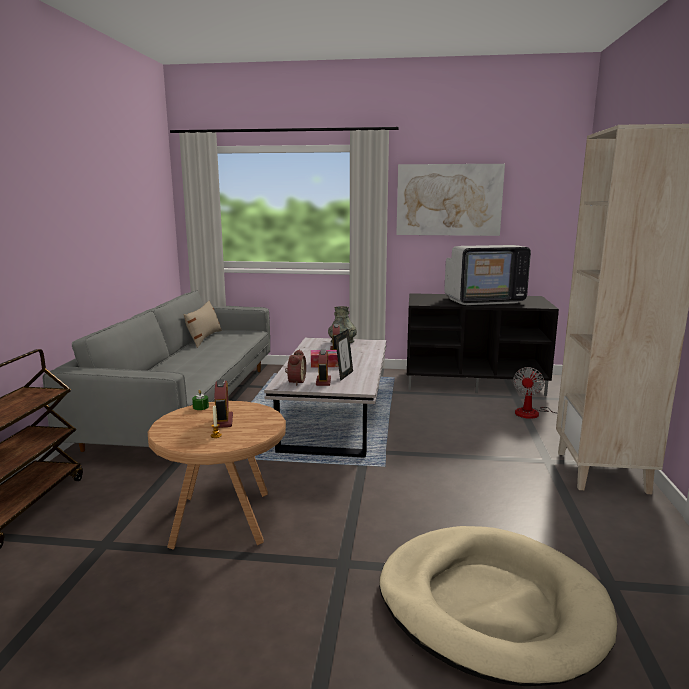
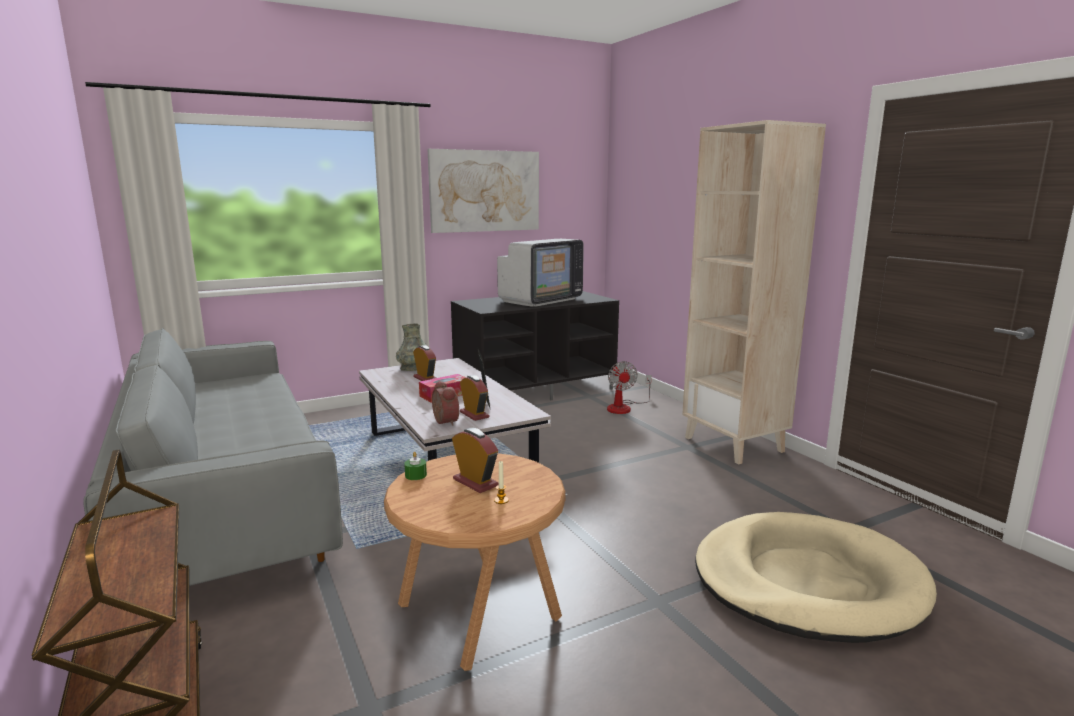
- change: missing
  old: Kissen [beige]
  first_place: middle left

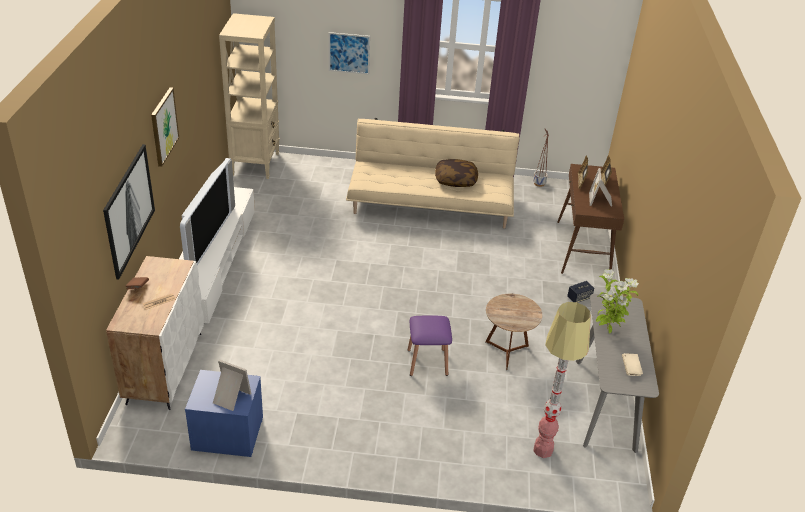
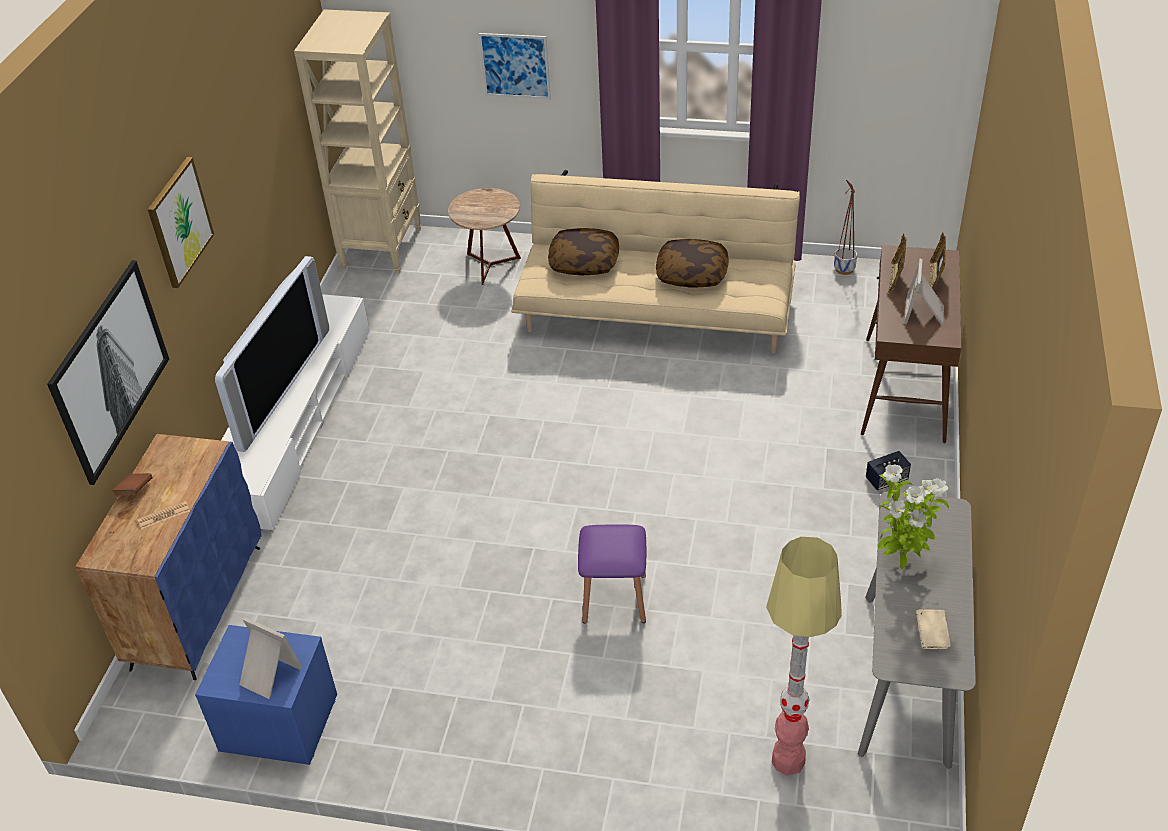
- change: colour
  old: Schrank [weiß]
  new: Schrank [blau]
  first_place: middle left
  second_place: bottom left
- change: relocated
  old: Beistelltisch [braun]
  first_place: centre
  second_place: top centre
- change: appeared
  new: Kissen (no. 1 from left)
  second_place: top centre

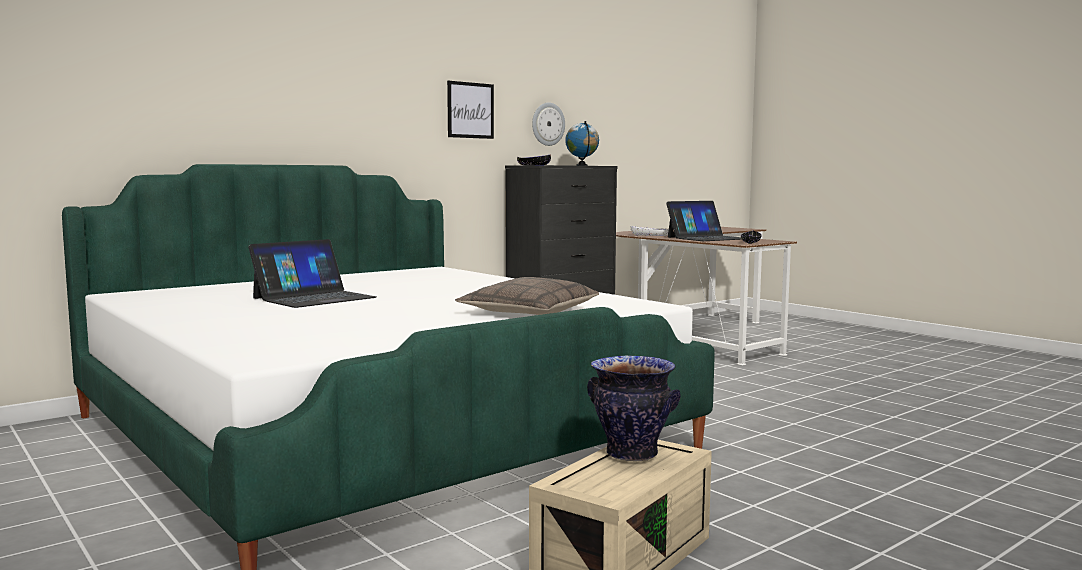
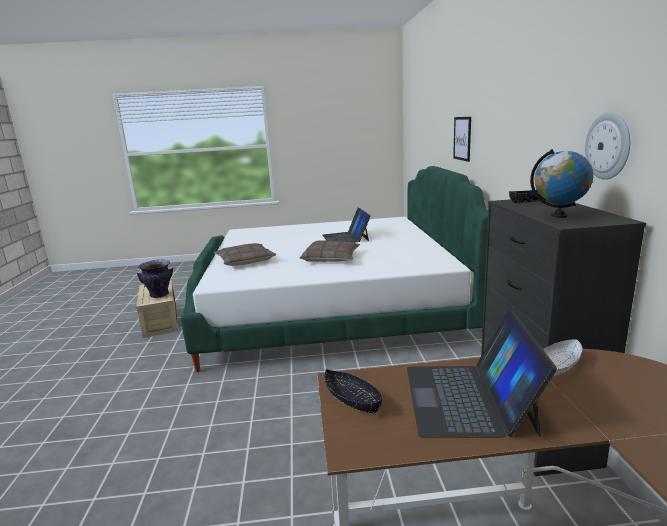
- change: appeared
  new: Kissen (no. 2 from left)
  second_place: centre
- change: relocated
  old: Bild
  first_place: top centre
  second_place: top right

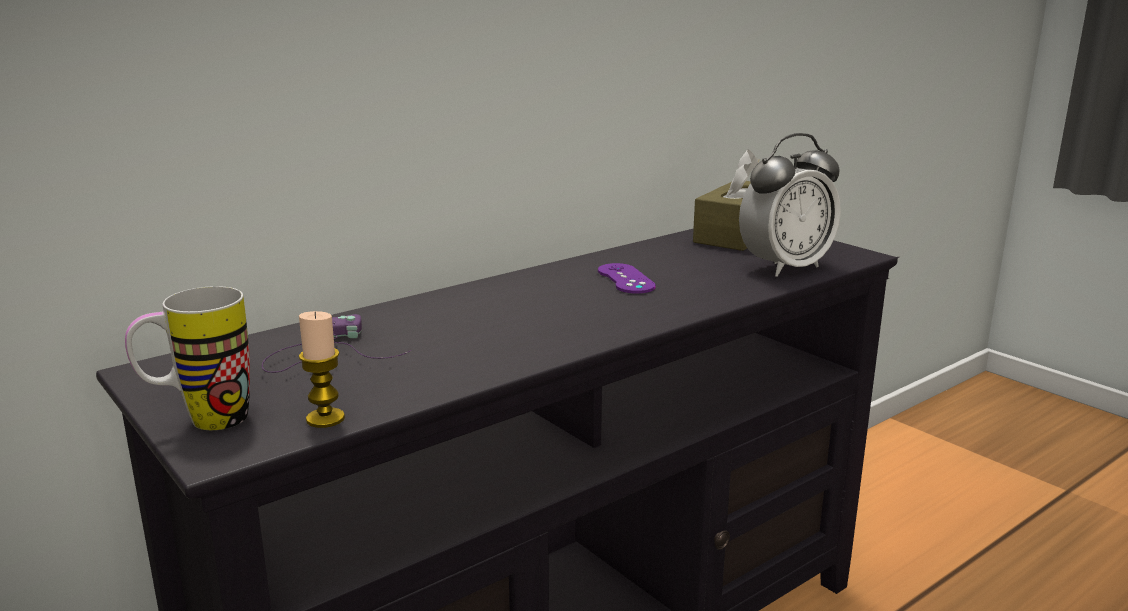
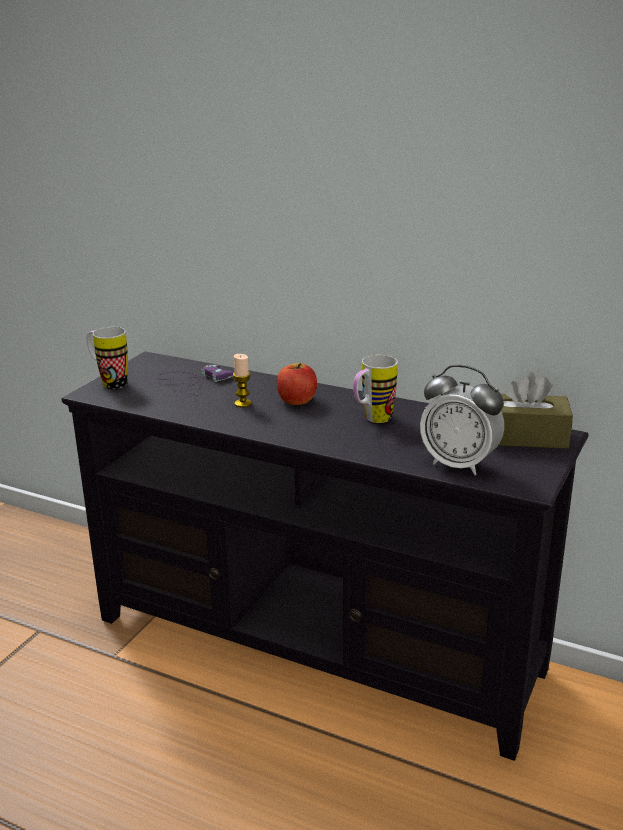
- change: relocated
  old: Kerze
  first_place: middle left
  second_place: centre
- change: appeared
  new: Apfel
  second_place: centre
- change: exchanged
  old: Gamepad [lila] (no. 2 from left)
  new: Henkelbecher (no. 2 from left)
  first_place: centre
  second_place: centre

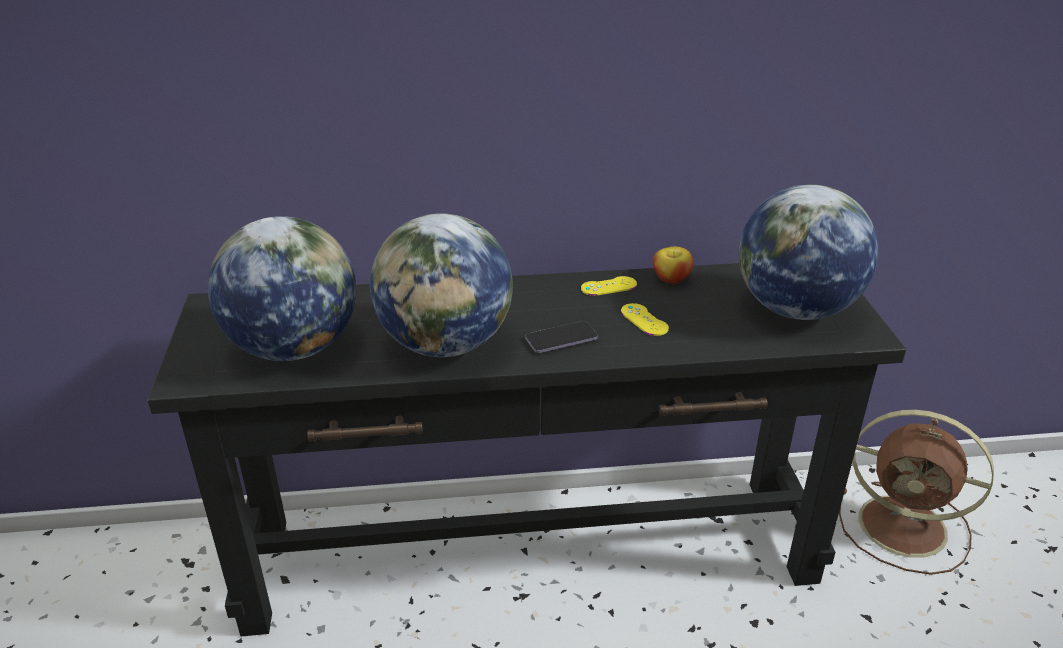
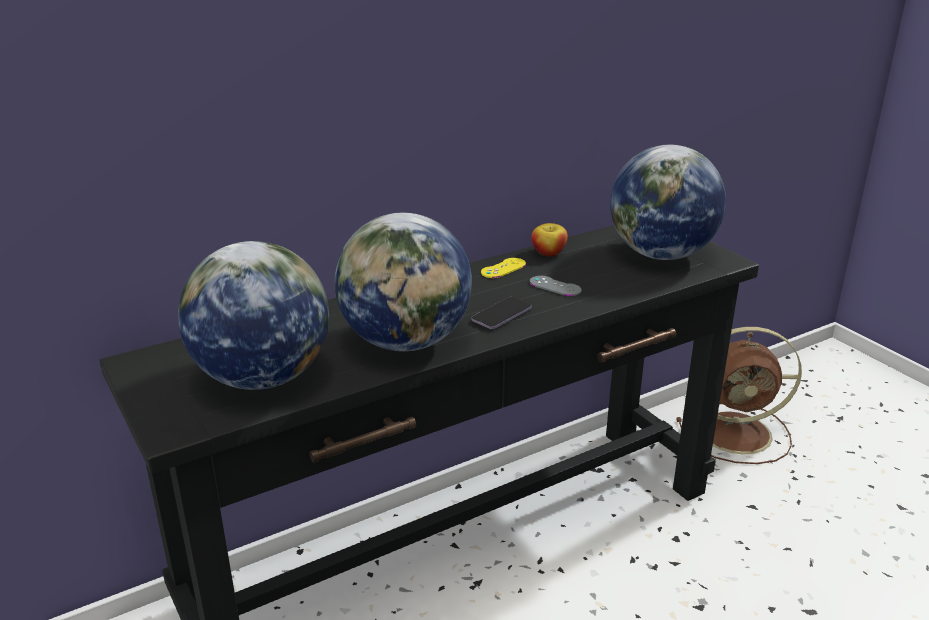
- change: colour
  old: Gamepad [gelb] (no. 2 from left)
  new: Gamepad [grau]
  first_place: centre
  second_place: centre

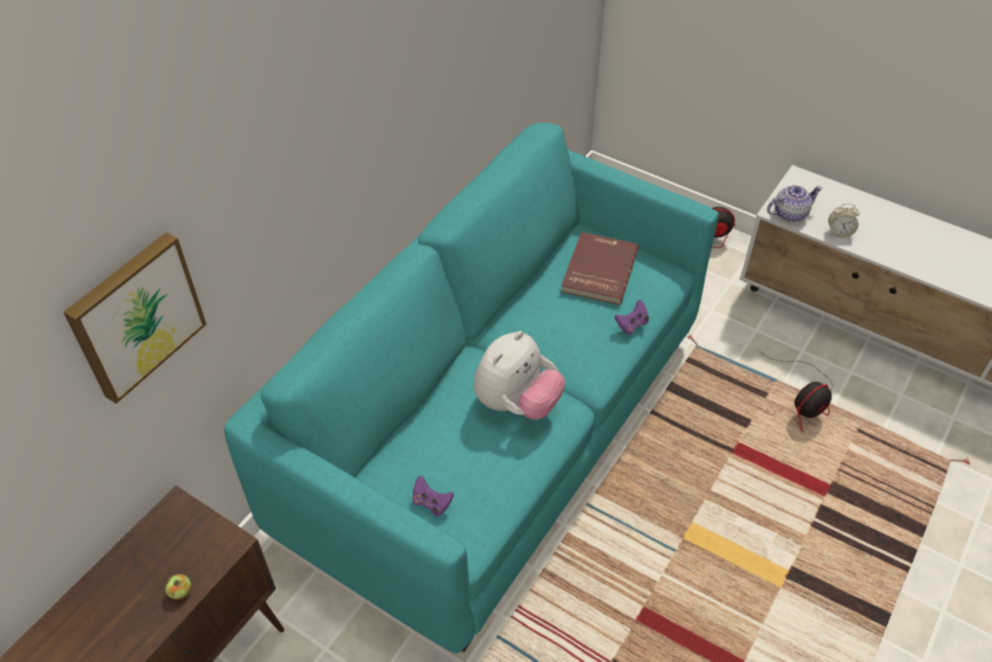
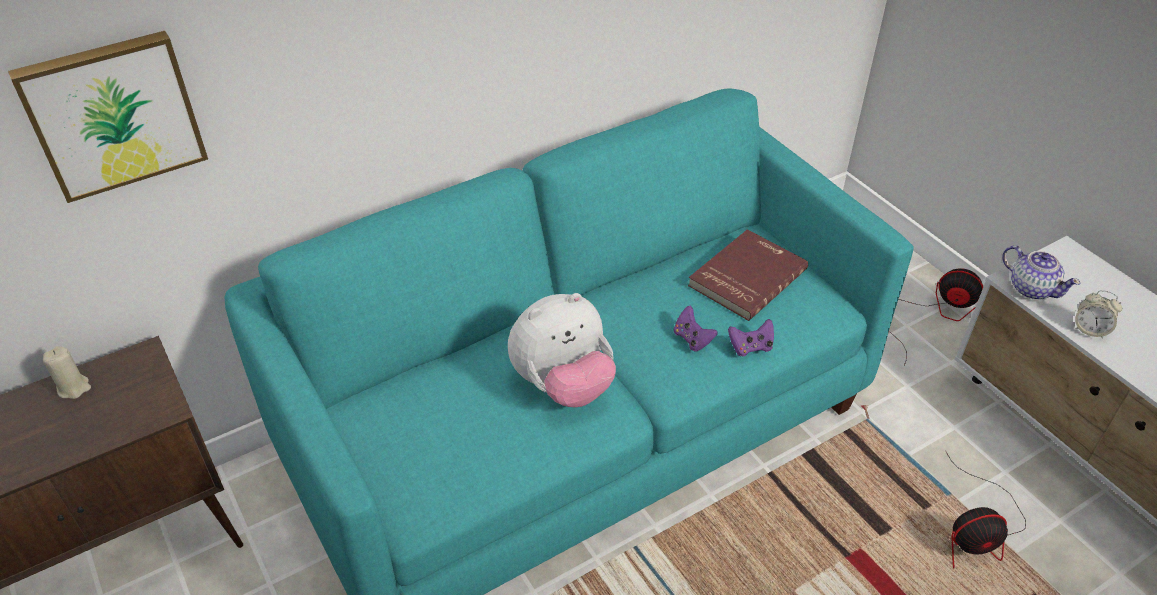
- change: appeared
  new: Kerze [beige]
  second_place: middle left
- change: relocated
  old: Gamepad [lila] (no. 1 from left)
  first_place: bottom centre
  second_place: centre
- change: spun
  old: Teekanne
  first_place: top right
  second_place: middle right
  degrees: 45
- change: missing
  old: Apfel
  first_place: bottom left

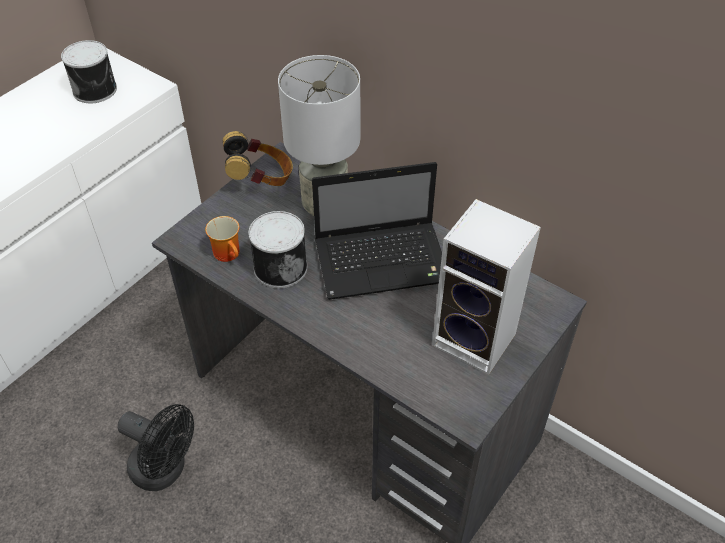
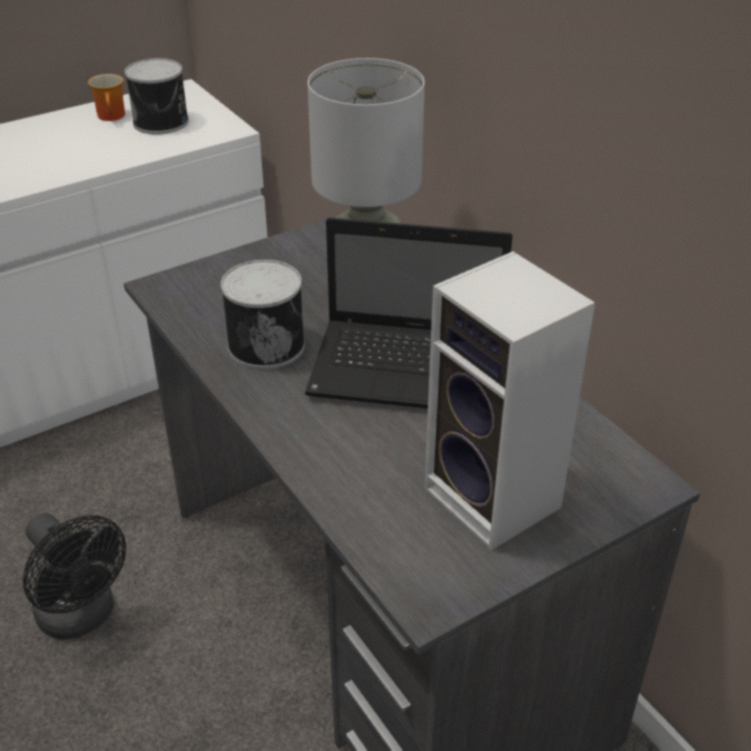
- change: relocated
  old: Henkelbecher
  first_place: middle left
  second_place: top left
- change: missing
  old: Kopfhörer
  first_place: top centre

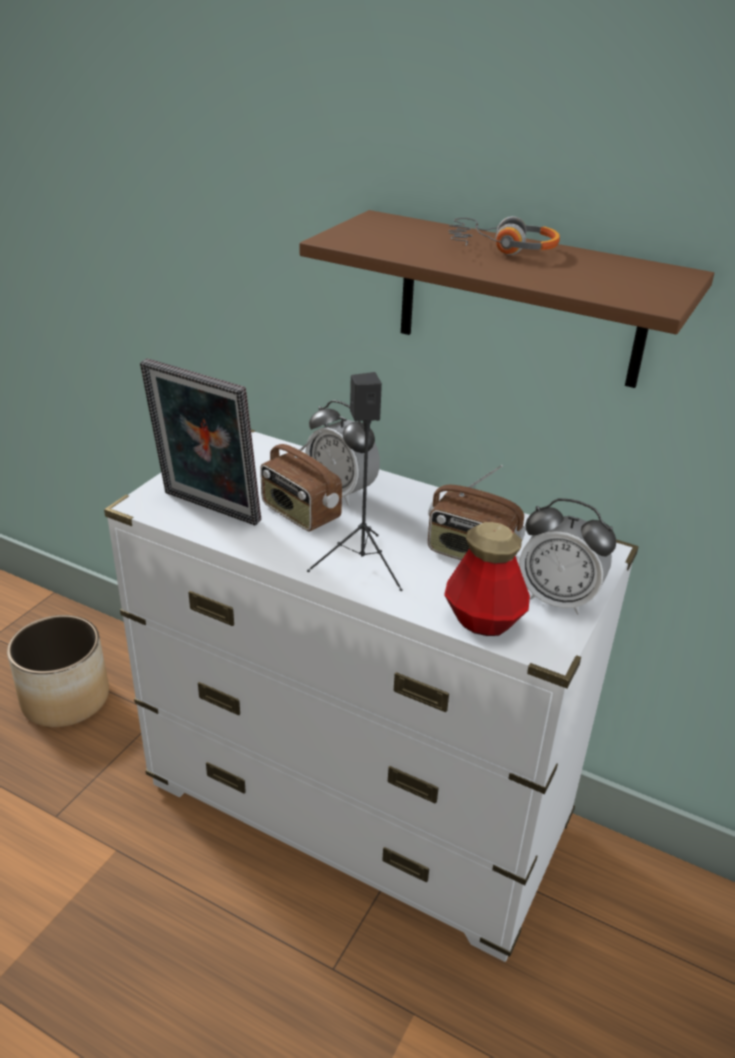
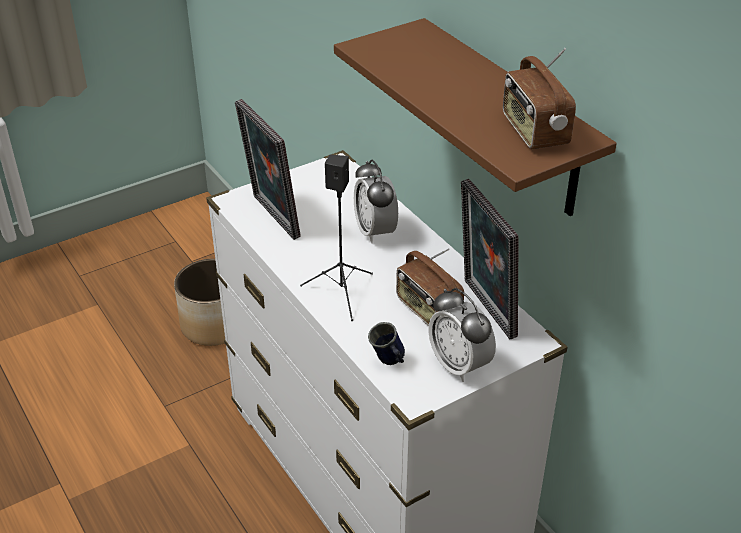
- change: exchanged
  old: Flasche
  new: Henkelbecher [blau]
  first_place: centre
  second_place: centre
- change: appeared
  new: Bilderrahmen (no. 2 from left)
  second_place: centre
- change: relocated
  old: Radio (no. 1 from left in the first image)
  new: Radio (no. 2 from left)
  first_place: centre
  second_place: top right
- change: missing
  old: Kopfhörer
  first_place: top right

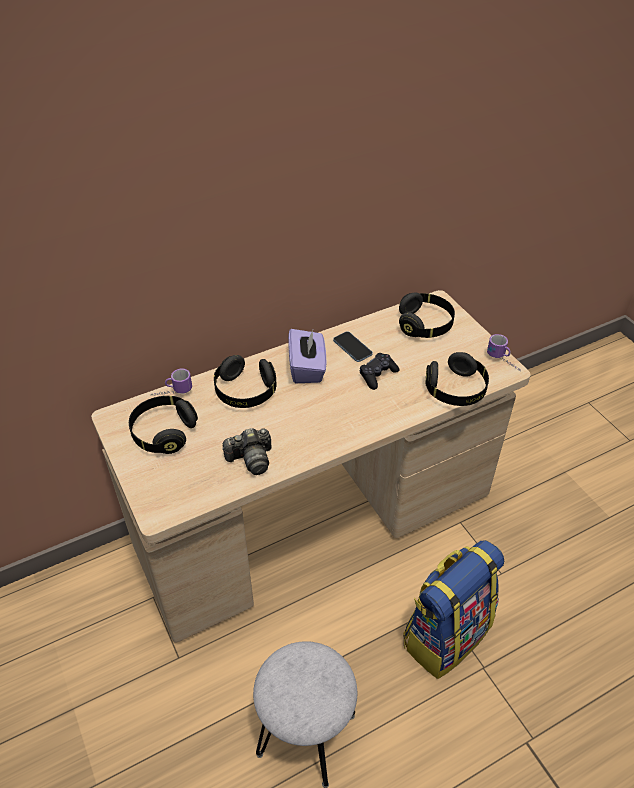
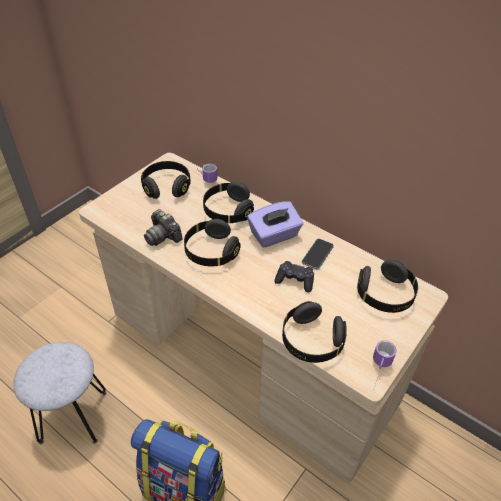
- change: appeared
  new: Kopfhörer [schwarz] (no. 2 from left)
  second_place: centre

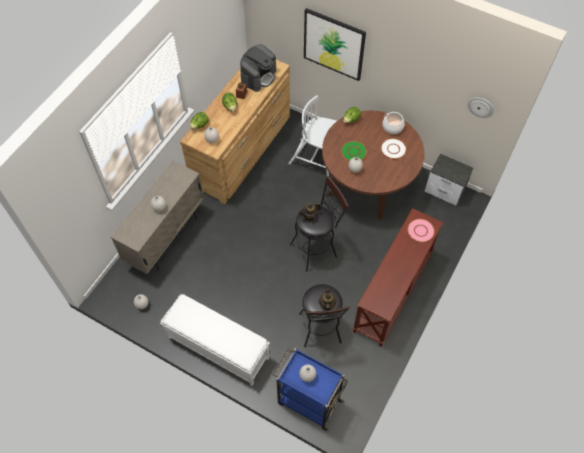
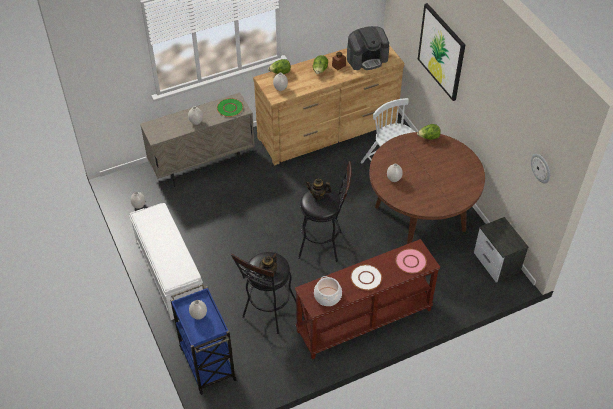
- change: relocated
  old: Teller [grün]
  first_place: centre
  second_place: top centre
- change: relocated
  old: Kochtopf
  first_place: top right
  second_place: bottom centre
- change: relocated
  old: Teller [weiß]
  first_place: top right
  second_place: bottom centre

